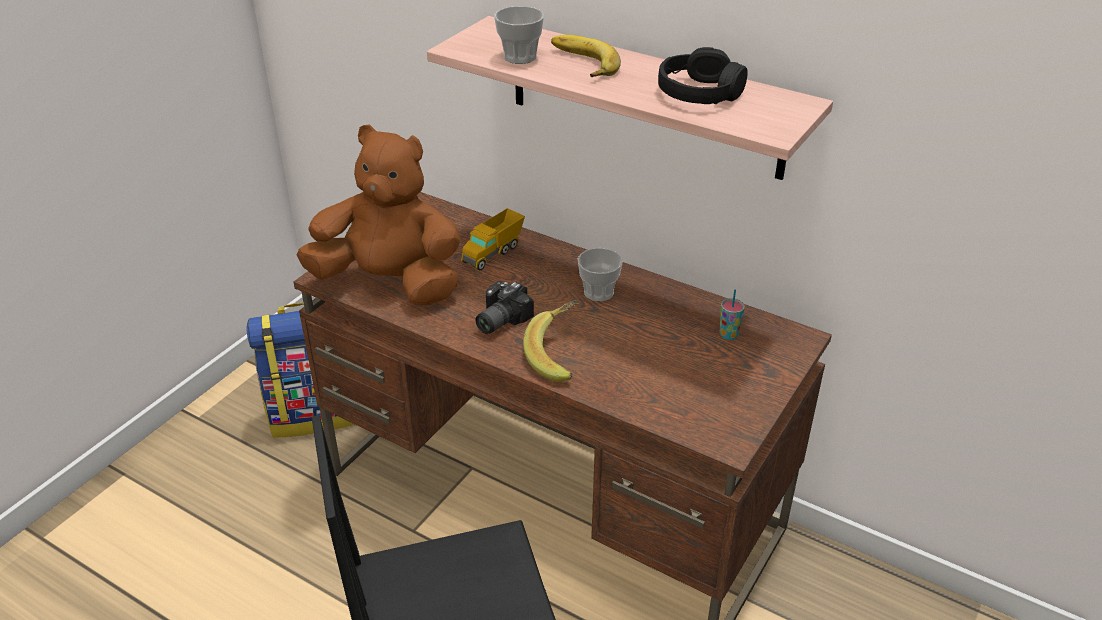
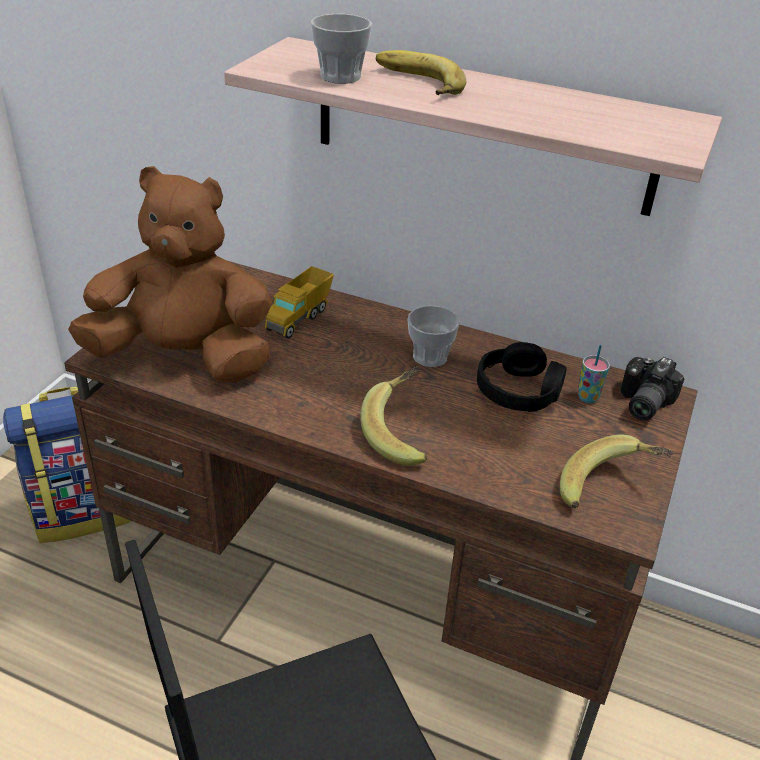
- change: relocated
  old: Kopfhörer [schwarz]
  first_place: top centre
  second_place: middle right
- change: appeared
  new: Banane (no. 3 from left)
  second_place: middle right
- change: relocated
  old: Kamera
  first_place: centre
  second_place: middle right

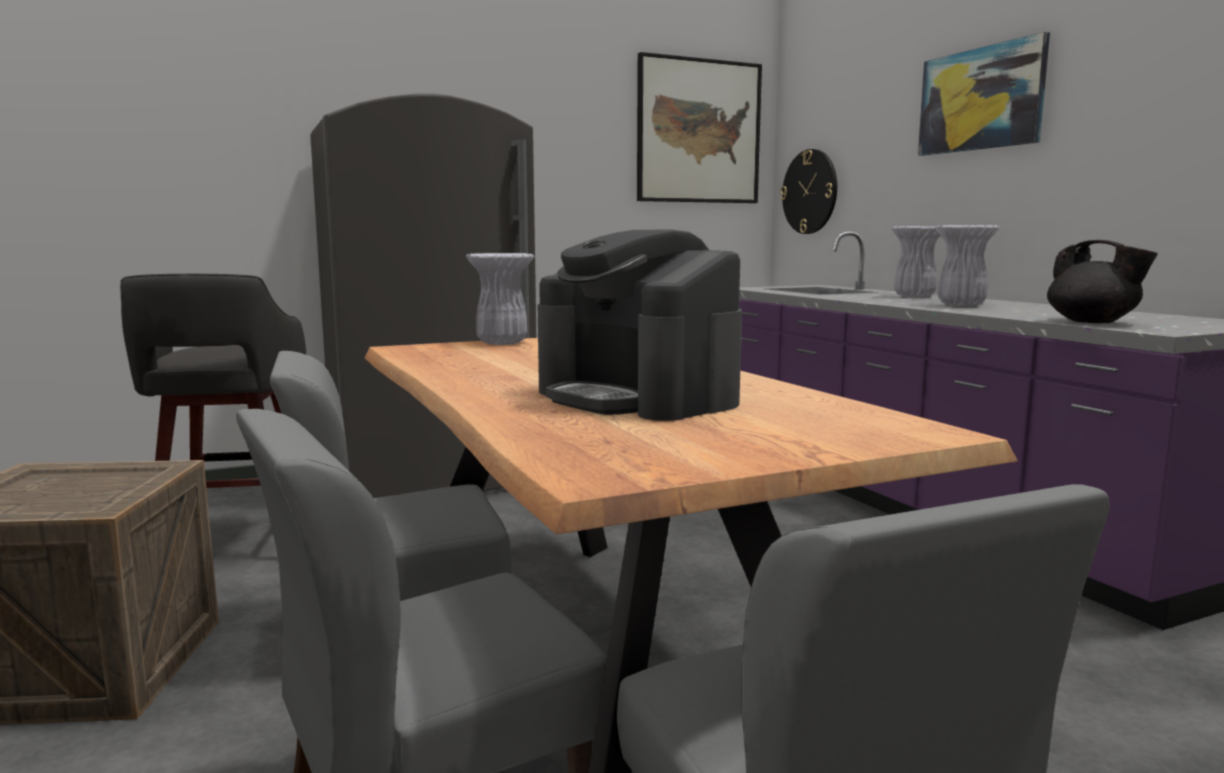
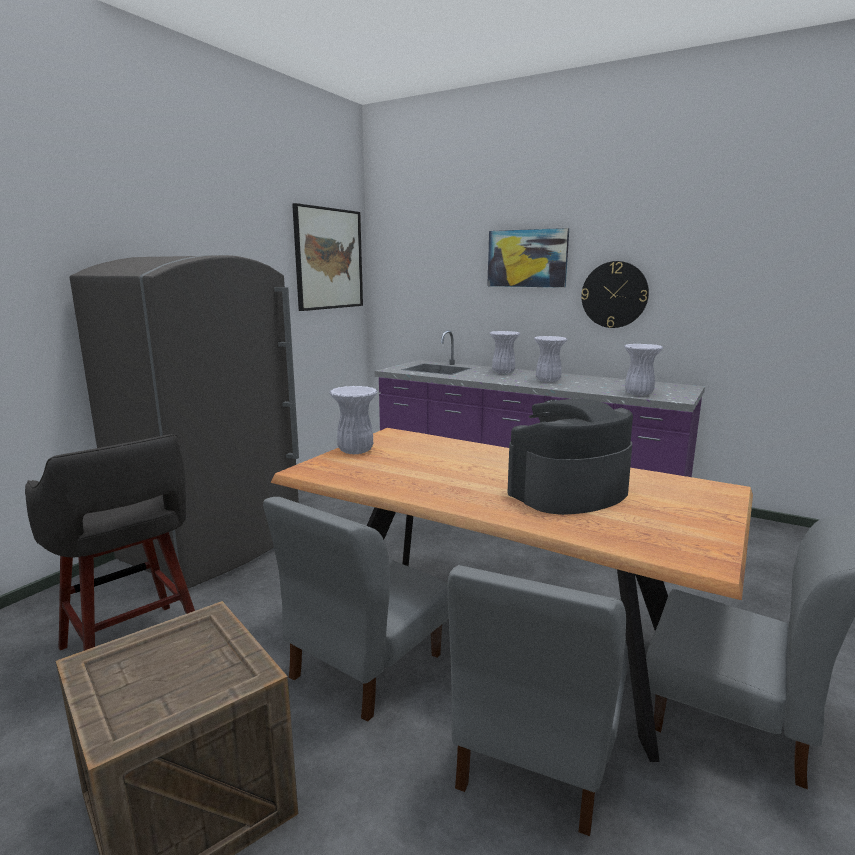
- change: spun
  old: Kaffeemaschine
  first_place: centre
  second_place: middle right
  degrees: 135
- change: relocated
  old: Wanduhr
  first_place: top centre
  second_place: middle right
- change: exchanged
  old: Teekanne [schwarz]
  new: Vase [weiß] (no. 4 from left)
  first_place: middle right
  second_place: middle right

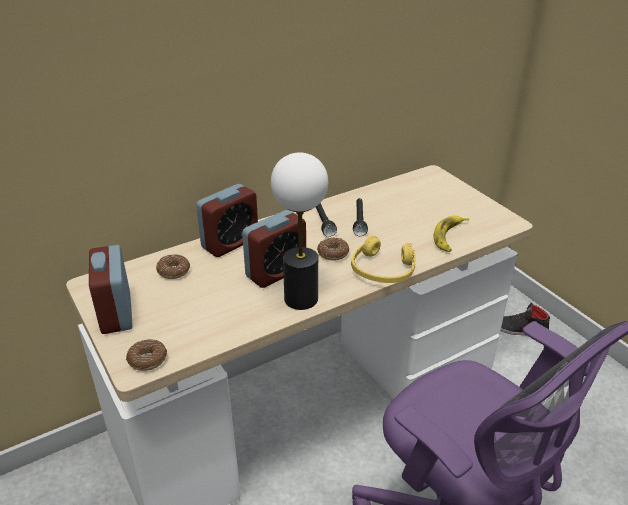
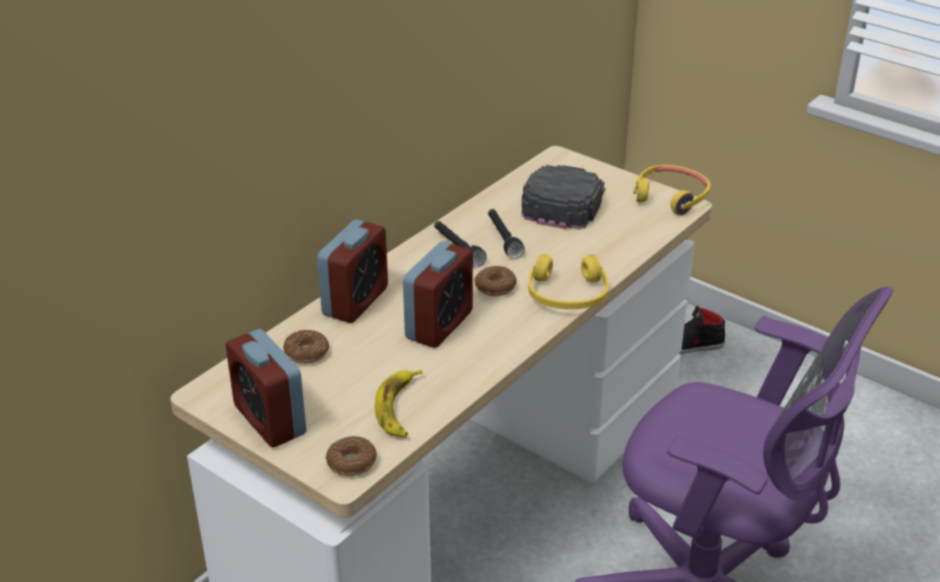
- change: relocated
  old: Banane
  first_place: middle right
  second_place: bottom centre
- change: appeared
  new: Kappe [schwarz]
  second_place: centre
- change: appeared
  new: Kopfhörer [gelb] (no. 2 from left)
  second_place: top right
- change: missing
  old: Tischlampe
  first_place: centre

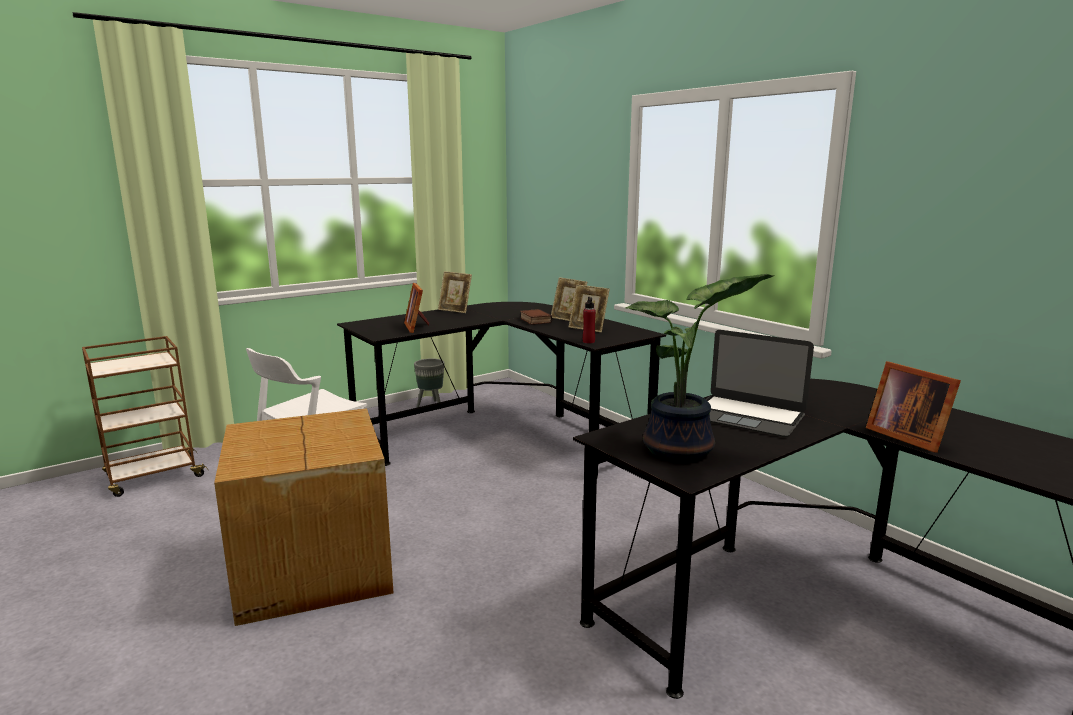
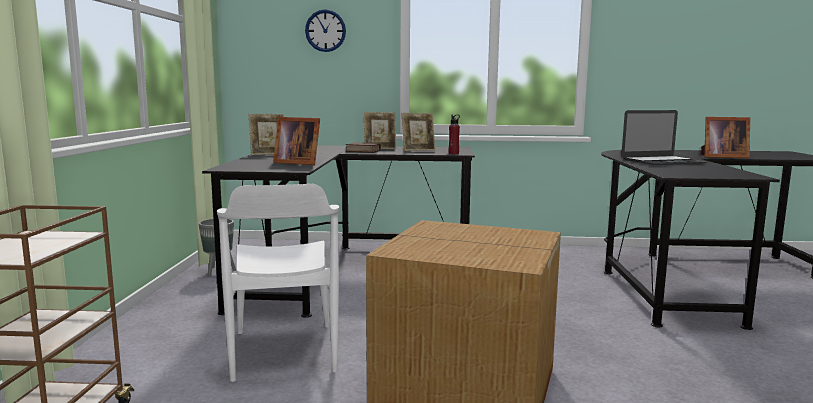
- change: appeared
  new: Wanduhr
  second_place: top centre
- change: missing
  old: Topfpflanze
  first_place: centre

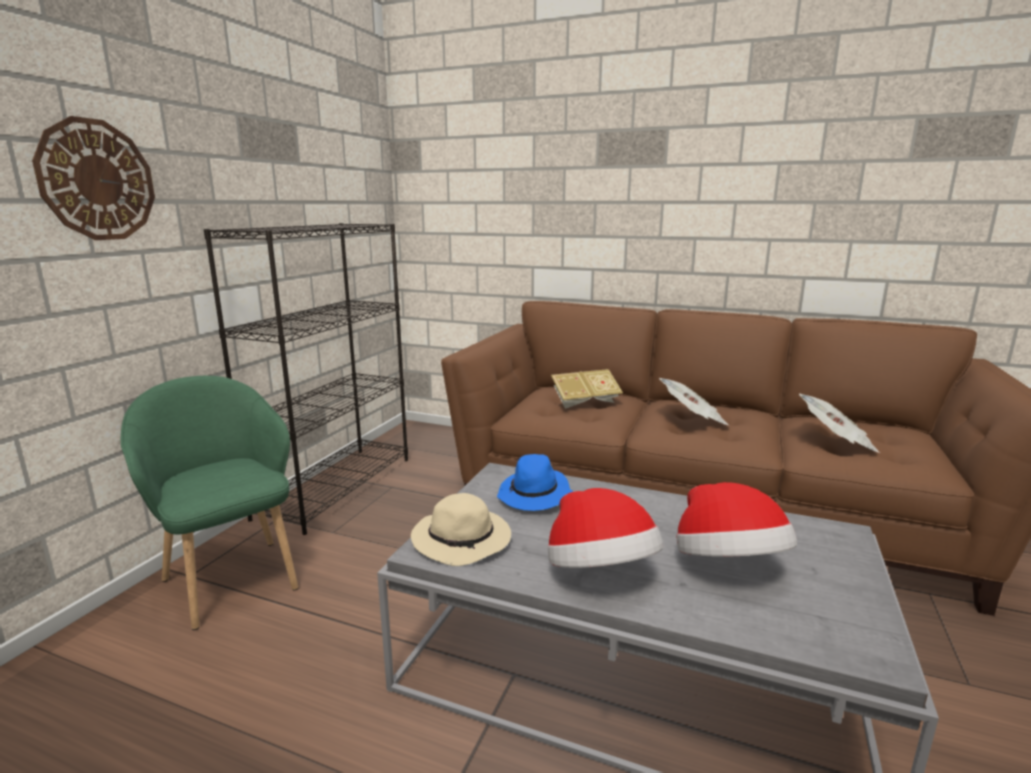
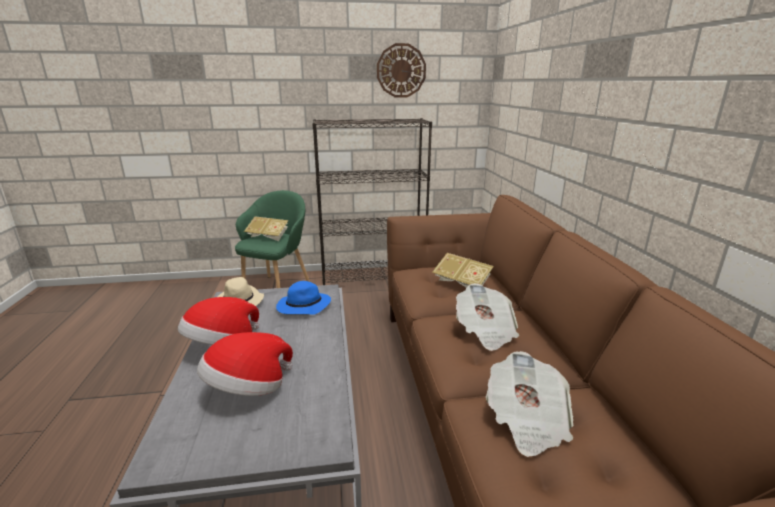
- change: appeared
  new: Buch (no. 1 from left)
  second_place: centre
- change: relocated
  old: Wanduhr
  first_place: top left
  second_place: top centre

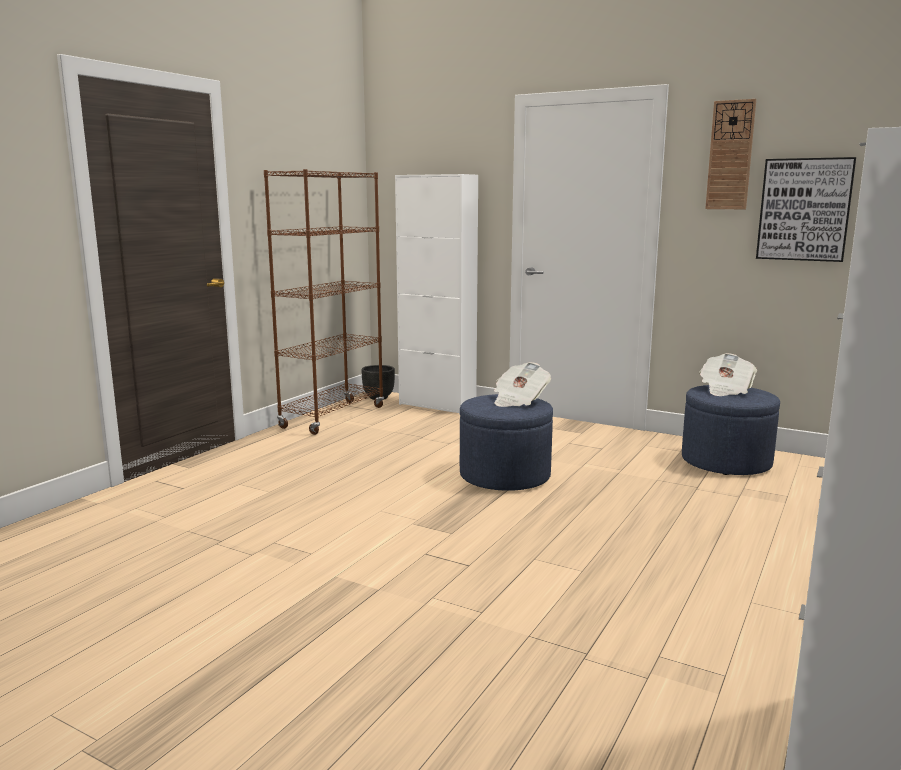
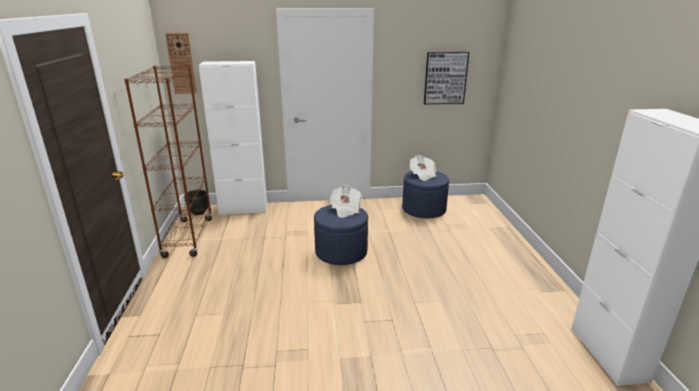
- change: relocated
  old: Wanduhr
  first_place: top right
  second_place: top left

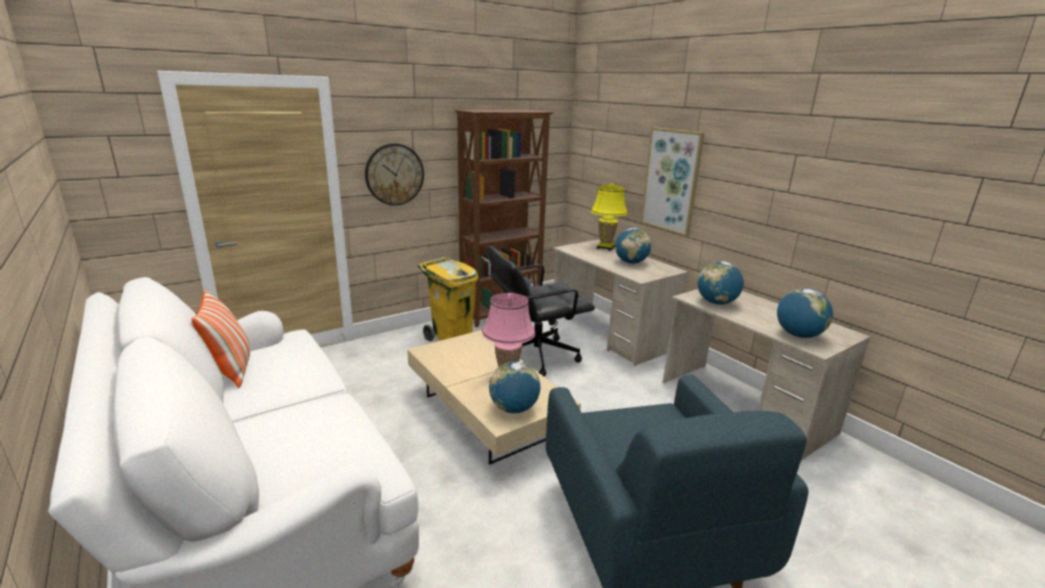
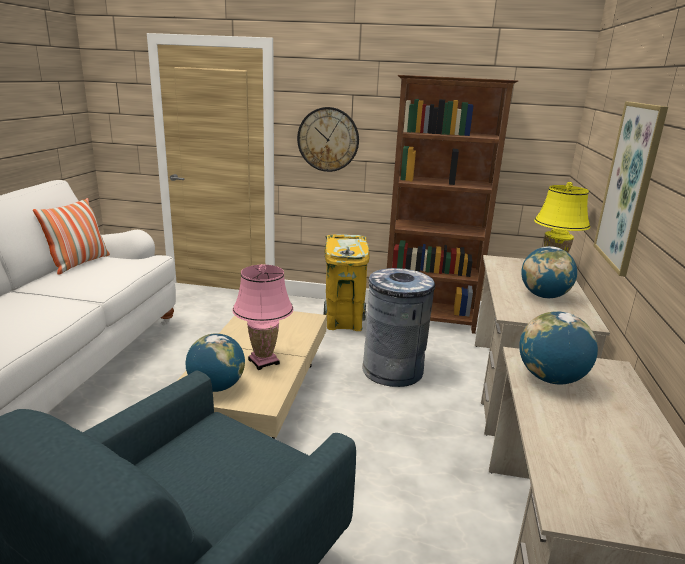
- change: exchanged
  old: Bürostuhl [schwarz]
  new: Mülleimer [grau]
  first_place: centre
  second_place: centre
- change: missing
  old: Globus (no. 4 from left)
  first_place: middle right

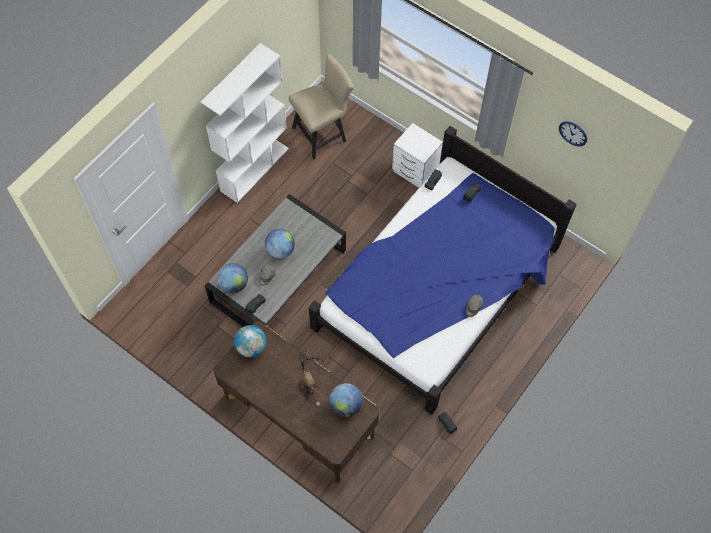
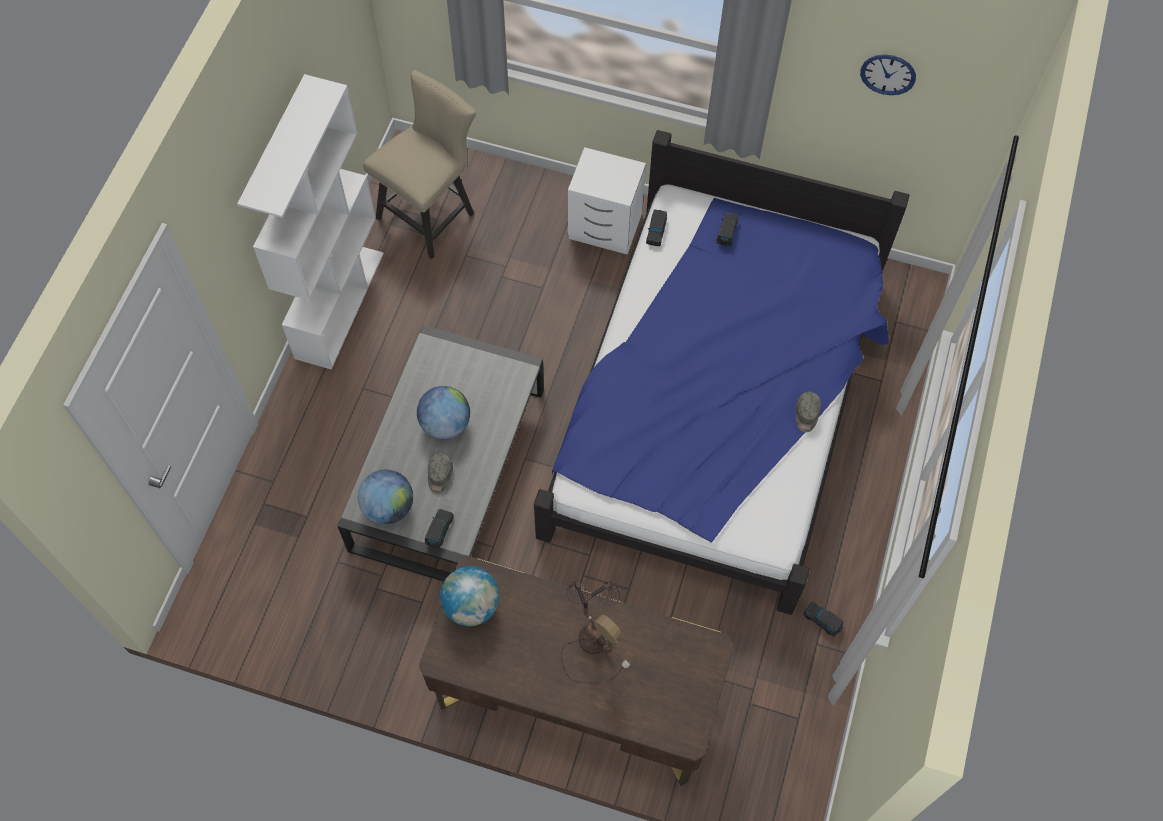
- change: missing
  old: Globus (no. 4 from left)
  first_place: bottom centre

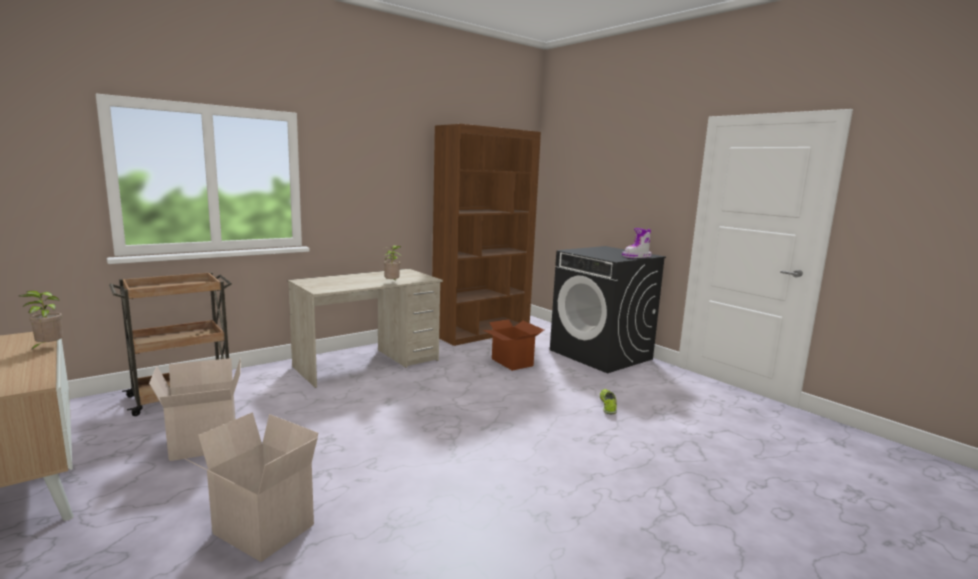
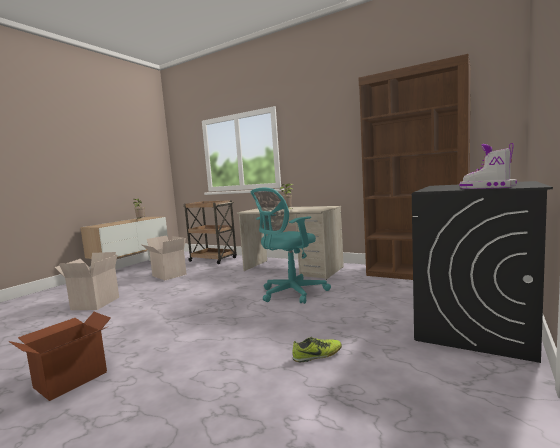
- change: relocated
  old: Karton (no. 3 from left in the first image)
  new: Karton (no. 1 from left)
  first_place: centre
  second_place: bottom left
- change: appeared
  new: Bürostuhl [türkis]
  second_place: centre

